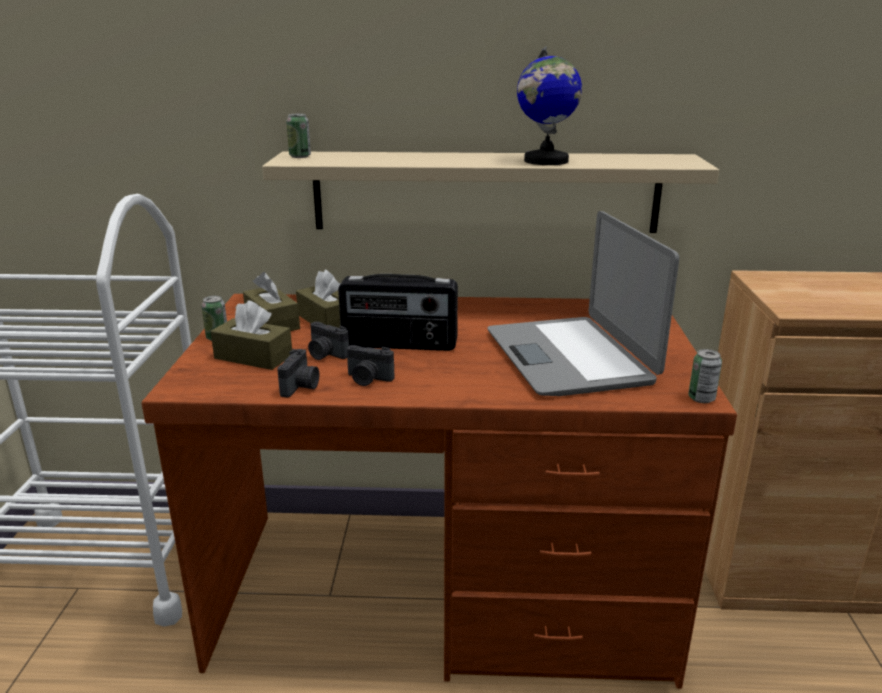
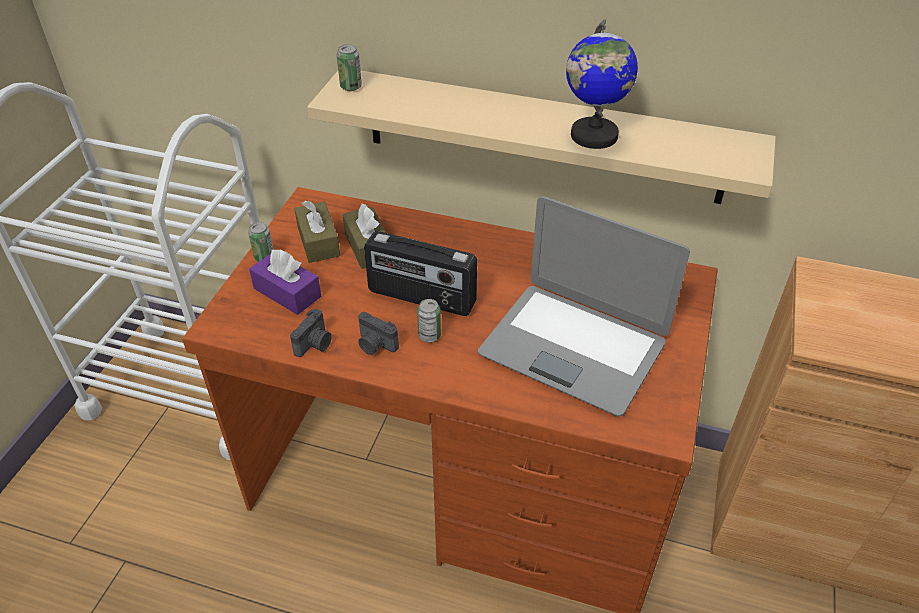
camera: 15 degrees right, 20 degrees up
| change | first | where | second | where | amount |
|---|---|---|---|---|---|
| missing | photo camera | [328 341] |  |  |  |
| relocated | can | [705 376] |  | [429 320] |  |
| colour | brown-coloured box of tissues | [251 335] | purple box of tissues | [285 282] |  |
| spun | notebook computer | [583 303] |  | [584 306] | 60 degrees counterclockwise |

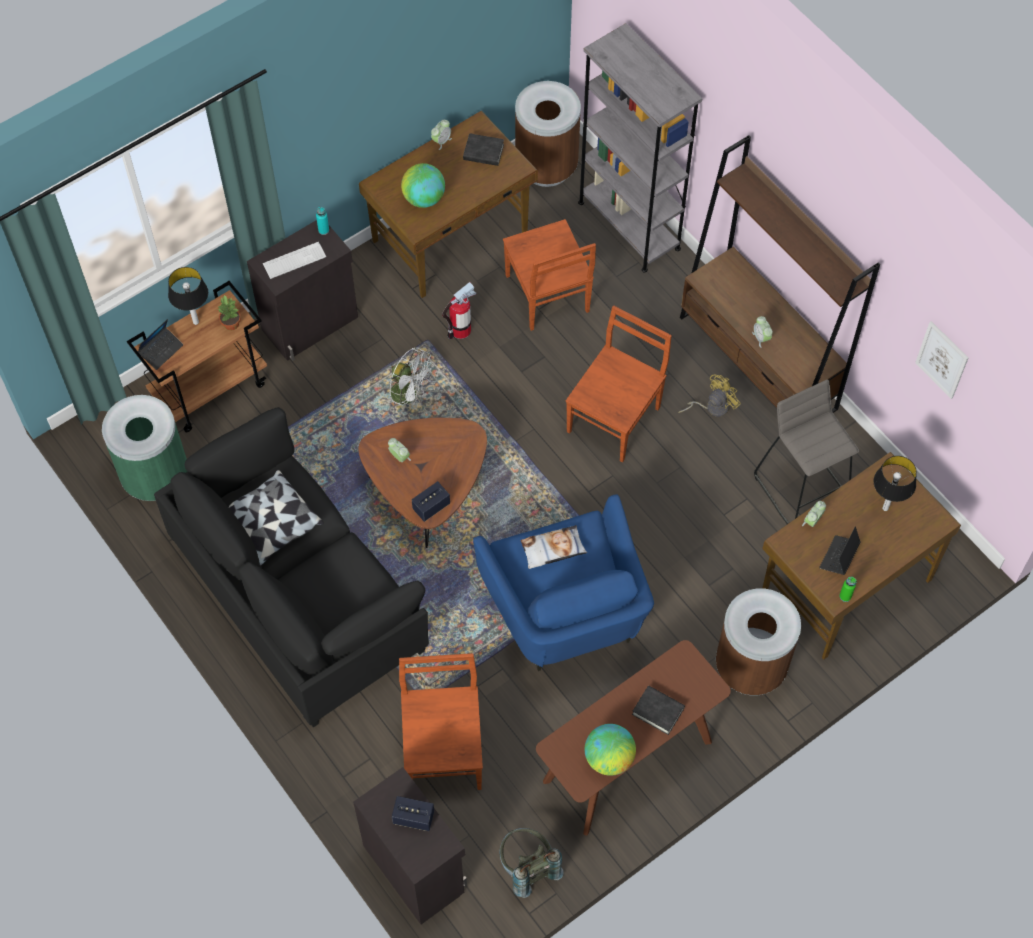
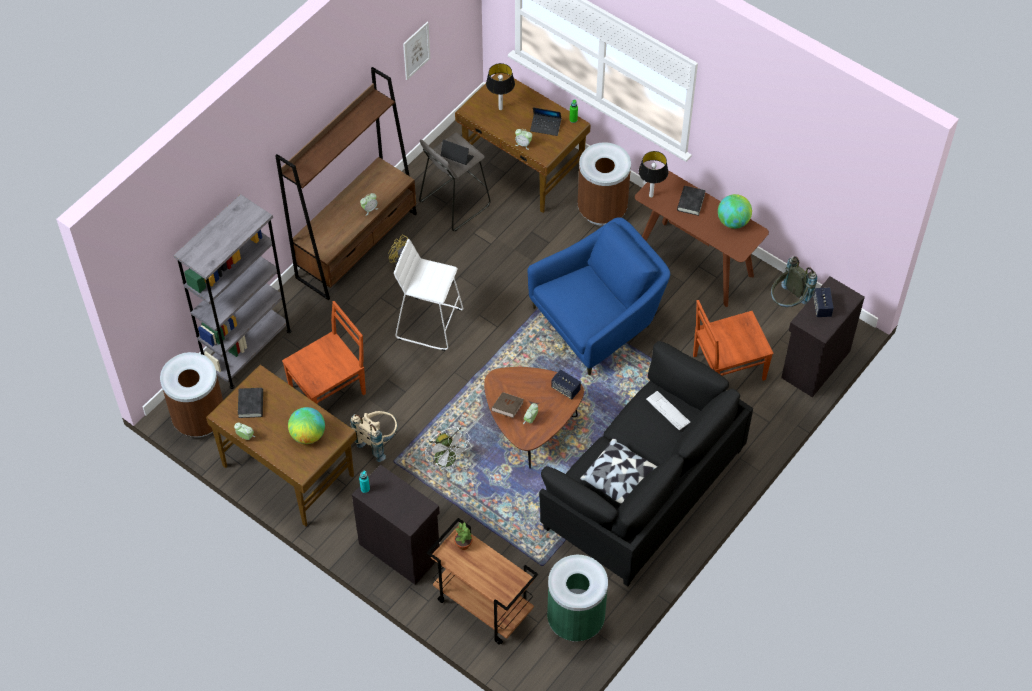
camera: 105 degrees left, 5 degrees down
| change | first | where | second | where | amount |
|---|---|---|---|---|---|
| missing | pillow | [553 547] |  |  |  |
| appeared |  |  | brown-coloured volume | [507 405] |  |
| relocated | notebook computer | [160 344] |  | [457 152] |  |
| relocated | tabletop lamp | [188 296] |  | [653 174] |  |
| relocated | computer keyboard | [294 260] |  | [668 411] |  |
| exchanged | fire-fighting cylinder | [459 310] | beige-coloured knapsack | [374 436] |  |
| exchanged | brown-coloured upright chair | [619 384] | white-coloured stool seat | [428 295] |  |
| spun | white-coloured cooling fan | [411 379] |  | [448 448] | 135 degrees clockwise |

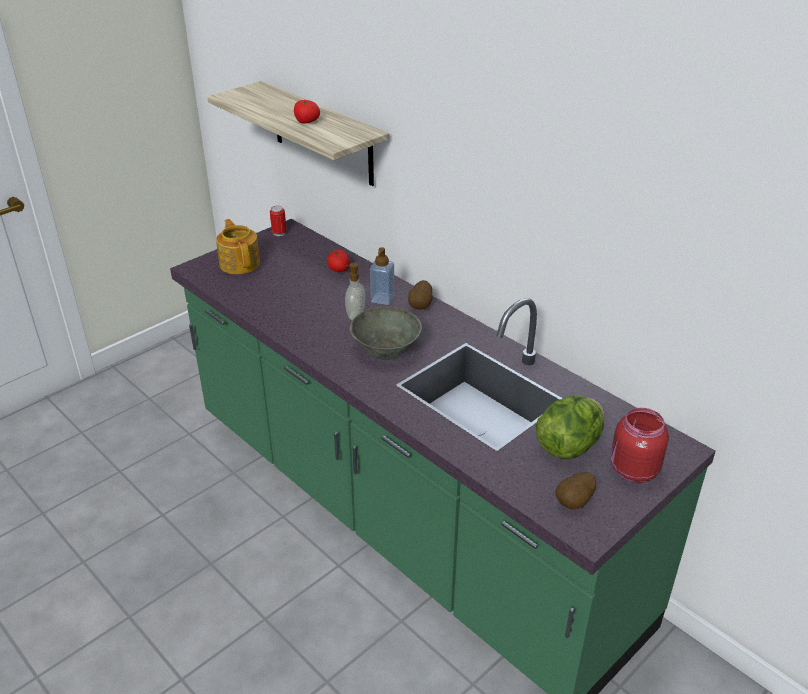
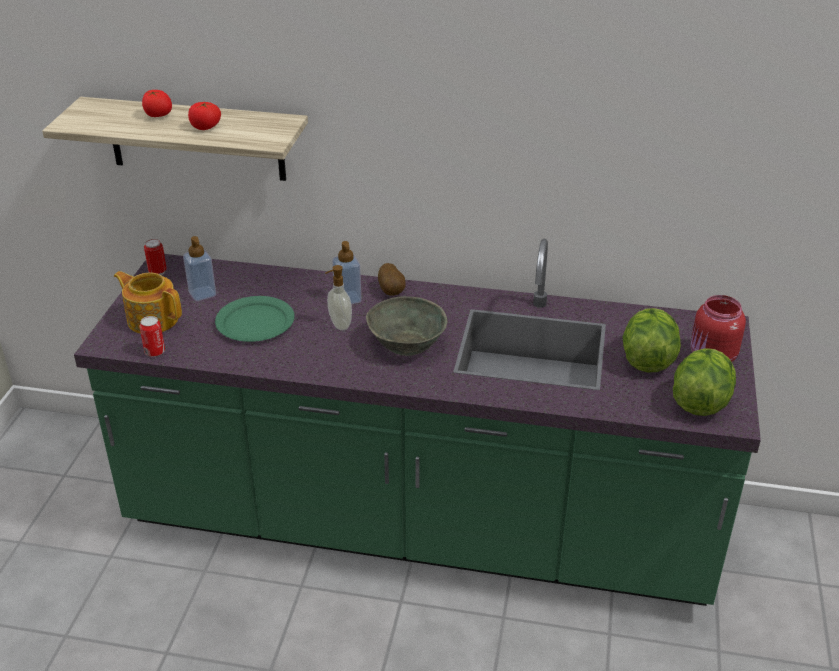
camera: 35 degrees left, 0 degrees up
| change | first | where | second | where | amount |
|---|---|---|---|---|---|
| appeared |  |  | can | [152 336] |  |
| appeared |  |  | soap bottle | [199 268] |  |
| appeared |  |  | green-coloured flat dish | [255 319] |  |
| relocated | whole tomato | [338 261] |  | [157 103] |  |
| exchanged | potato | [576 490] | head of lettuce | [704 382] |  |

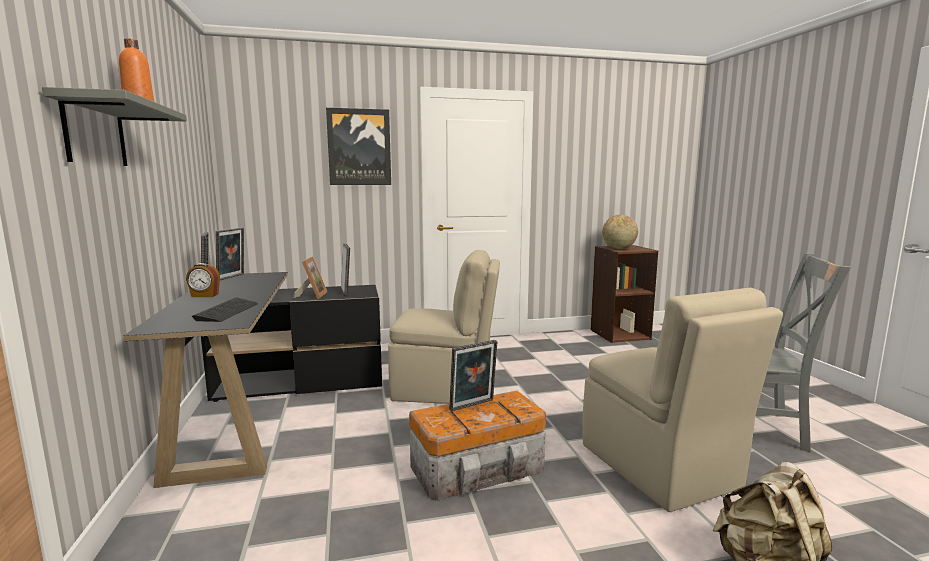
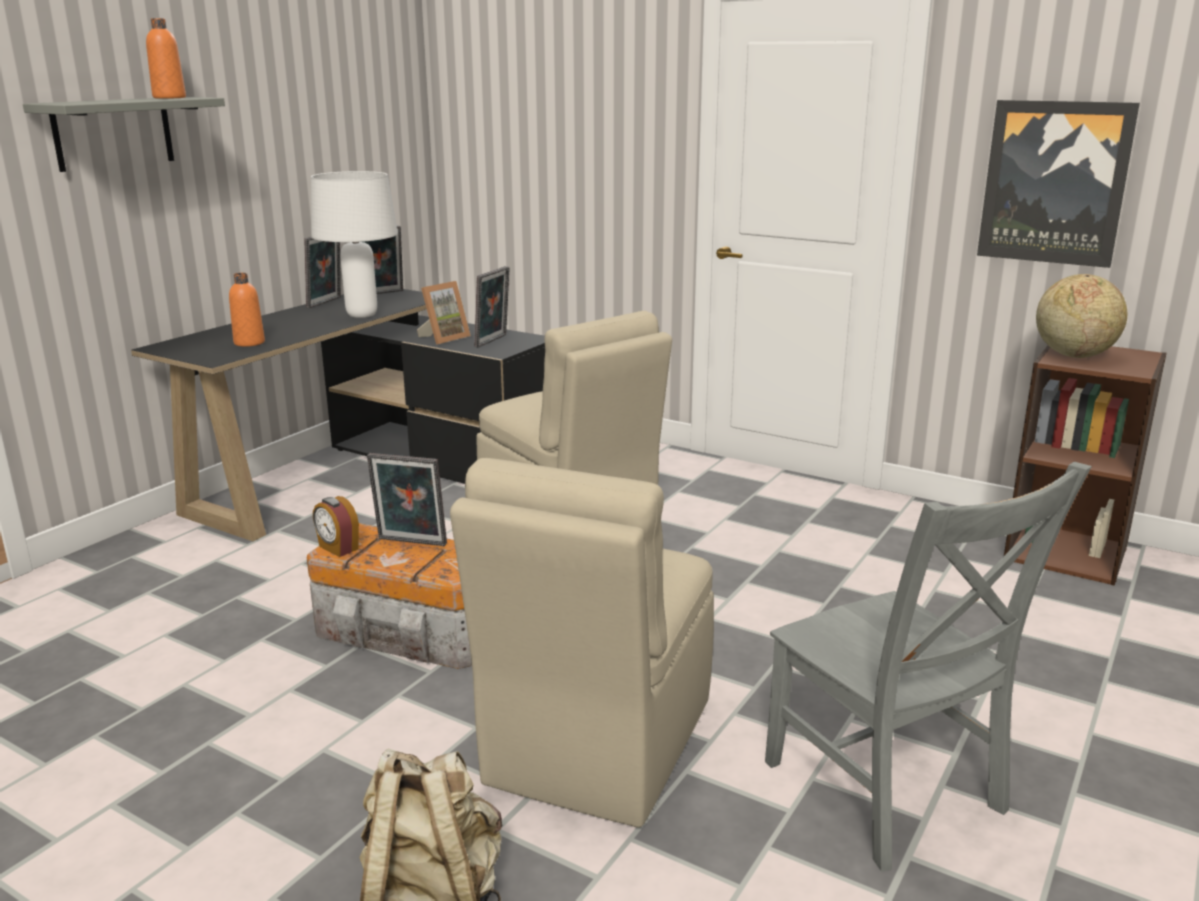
camera: 45 degrees right, 10 degrees up
| change | first | where | second | where | amount |
|---|---|---|---|---|---|
| appeared |  |  | white-coloured tabletop lamp | [354 244] |  |
| relocated | table clock | [203 280] |  | [336 526] |  |
| relocated | wall art | [358 146] |  | [1058 184] |  |
| exchanged | computer keyboard | [225 309] | orange-coloured beverage bottle | [247 310] |  |

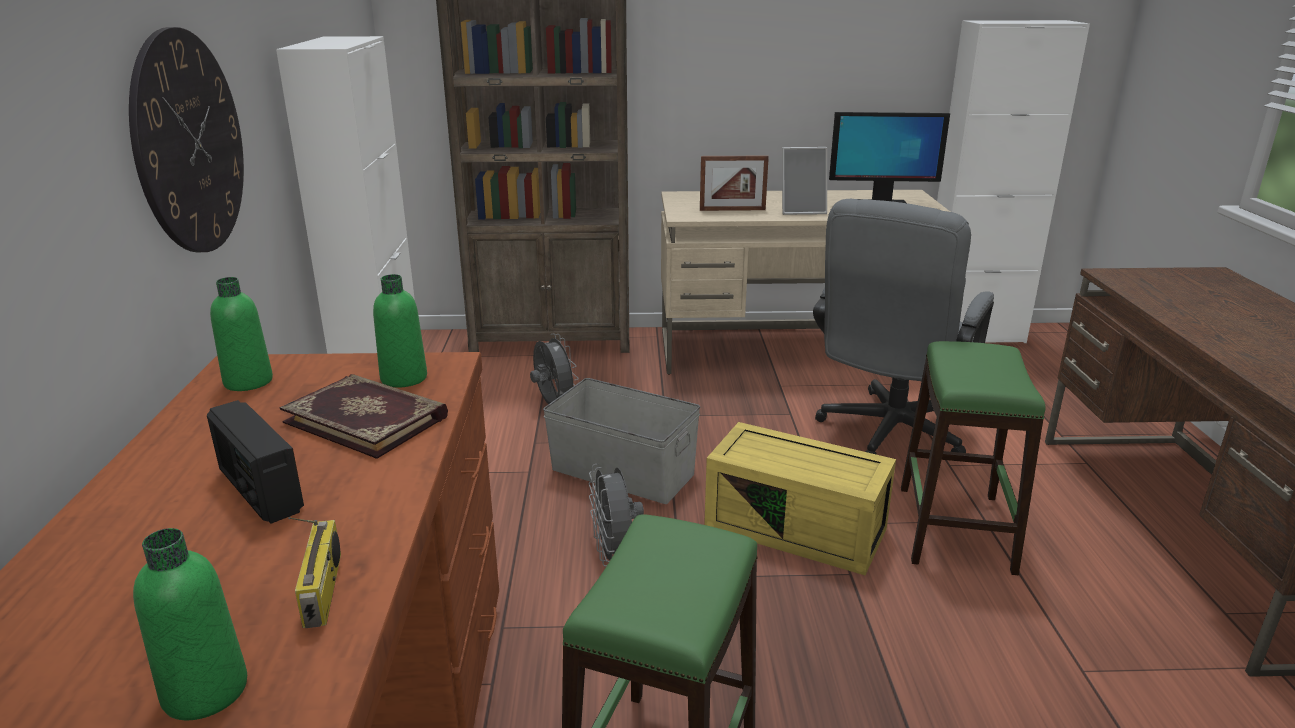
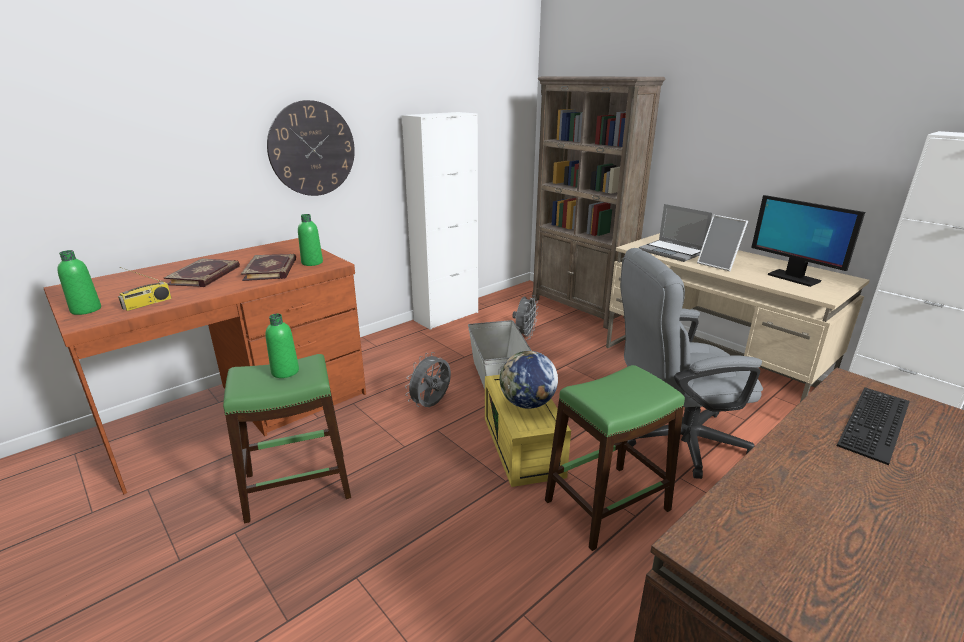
camera: 50 degrees right, 0 degrees up
| change | first | where | second | where | amount |
|---|---|---|---|---|---|
| appeared |  |  | world globe | [528 380] |  |
| appeared |  |  | computer keyboard | [873 426] |  |
| relocated | green-coloured beverage bottle | [241 334] |  | [282 346] |  |
| exchanged | radio set | [255 462] | volume | [202 272] |  |
| exchanged | standing frame | [734 183] | notebook computer | [675 233] |  |

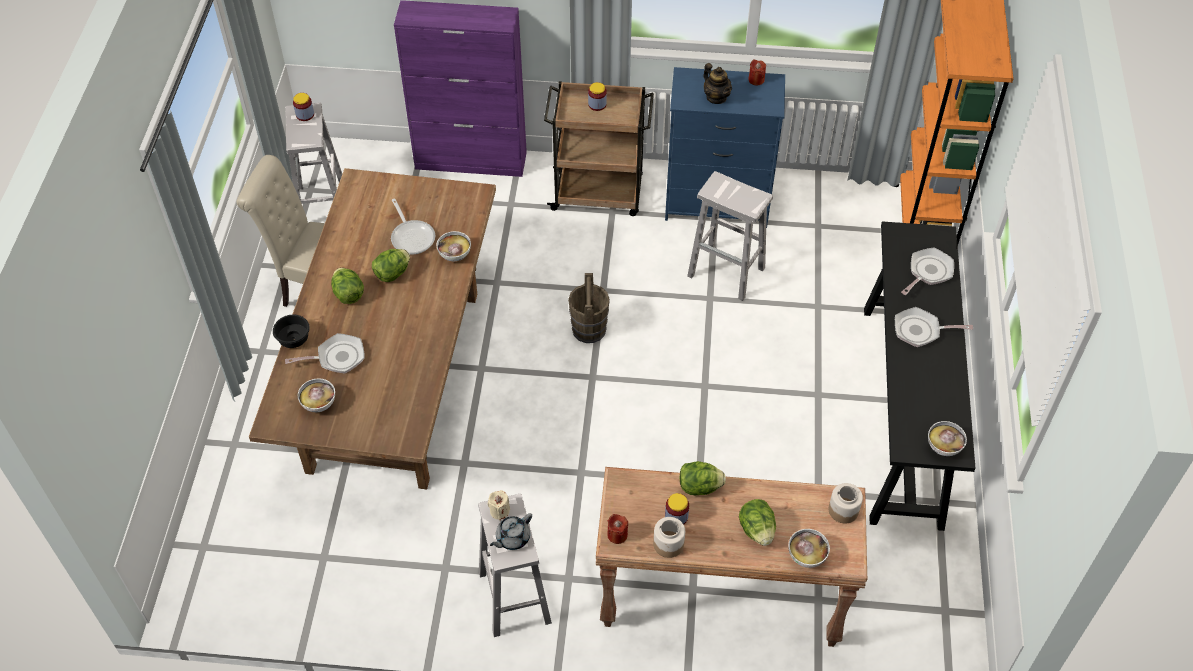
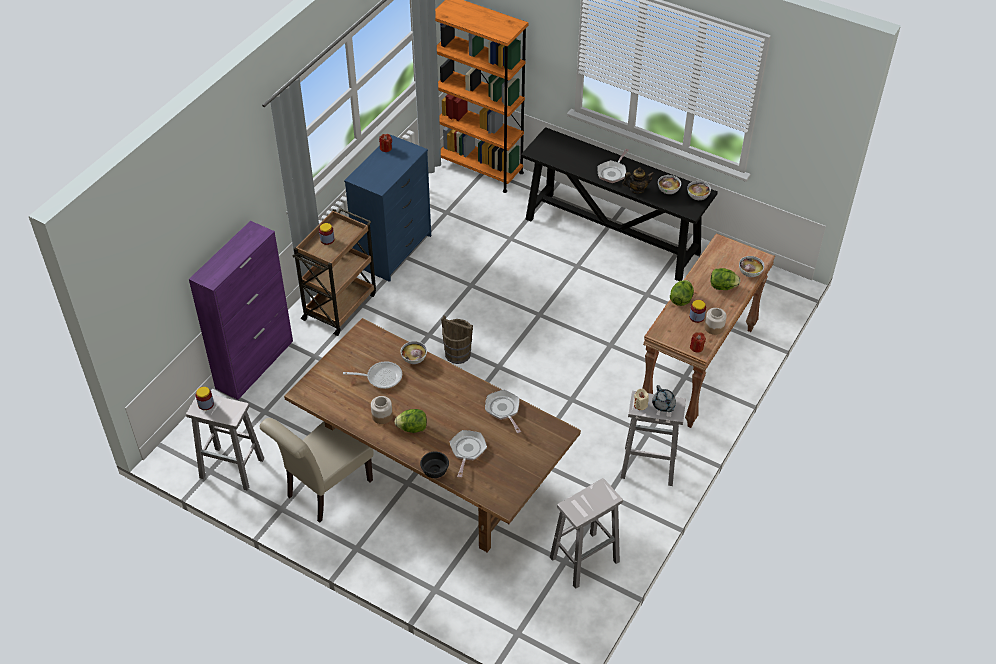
camera: 65 degrees left, 5 degrees down
| change | first | where | second | where | amount |
|---|---|---|---|---|---|
| missing | head of lettuce | [391 265] |  |  |  |
| relocated | serving bowl | [316 395] |  | [669 184] |  |
| relocated | white-coloured stool seat | [730 236] |  | [586 533] |  |
| relocated | tea pot | [717 83] |  | [638 180] |  |
| relocated | jar | [846 503] |  | [382 410] |  |
| relocated | pan | [927 271] |  | [503 411] |  |

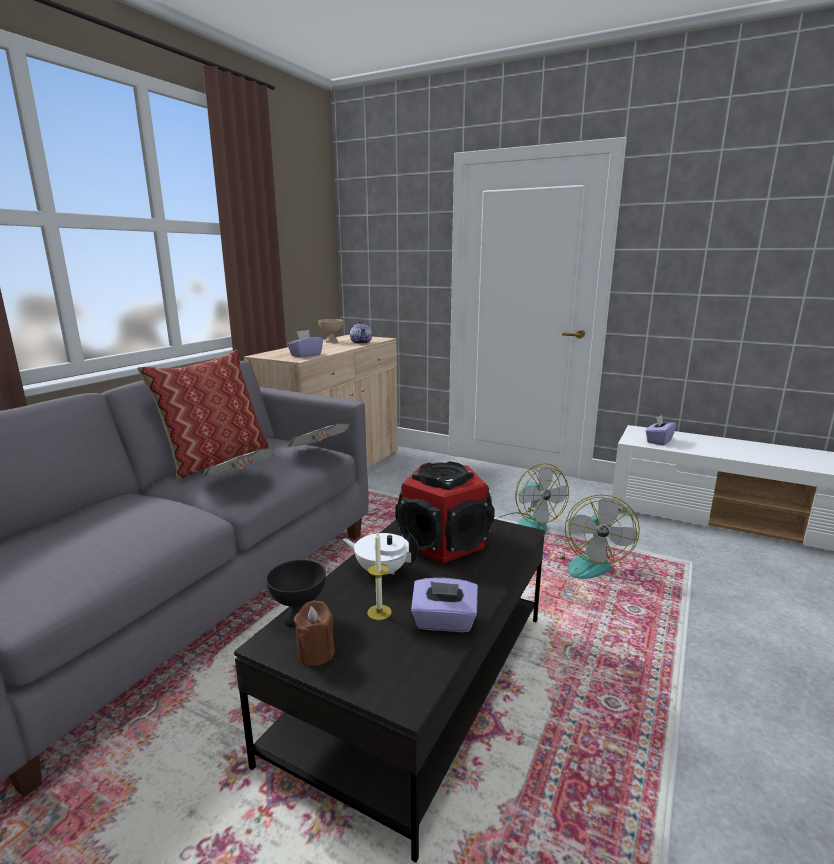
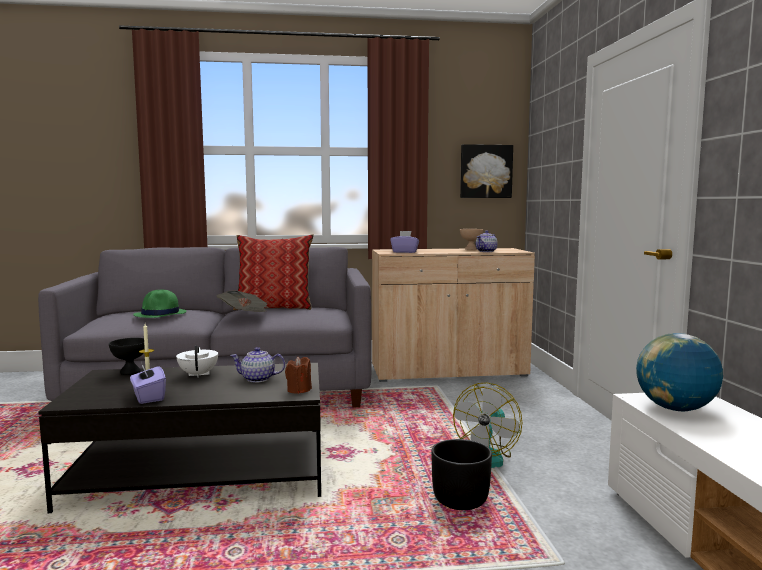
camera: 55 degrees right, 10 degrees down
| change | first | where | second | where | amount |
|---|---|---|---|---|---|
| missing | newspaper | [318 435] |  |  |  |
| appeared |  |  | green-coloured hat | [159 304] |  |
| appeared |  |  | wall art | [486 171] |  |
| relocated | brown-coloured wax candle | [314 633] |  | [298 375] |  |
| exchanged | speaker | [444 512] | tea pot | [257 365] |  |
| exchanged | cooling fan | [599 537] | blackish flower pot | [461 474] |  |
| exchanged | purple box of tissues | [660 430] | world globe | [679 372] |  |

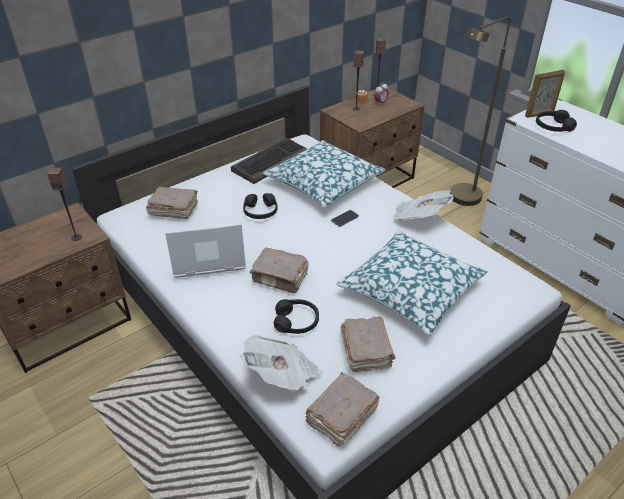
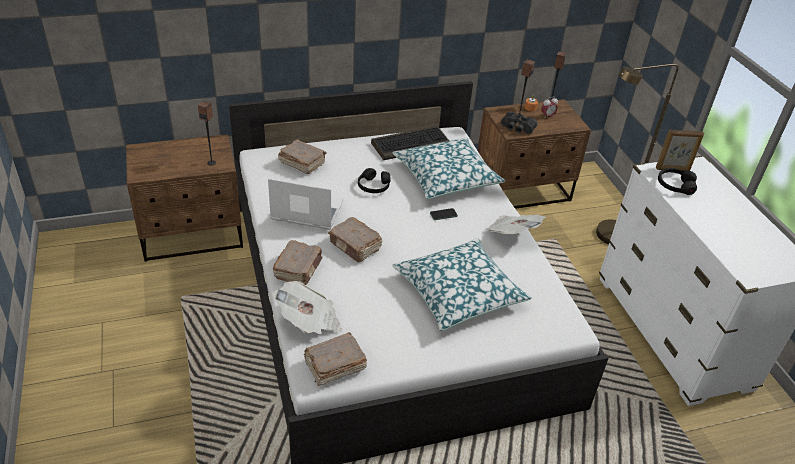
camera: 20 degrees right, 0 degrees up
| change | first | where | second | where | amount |
|---|---|---|---|---|---|
| missing | blackish headset | [296 316] |  |  |  |
| appeared |  |  | blackish field glasses | [519 123] |  |
| relocated | brown-coloured volume | [368 344] |  | [297 262] |  |

